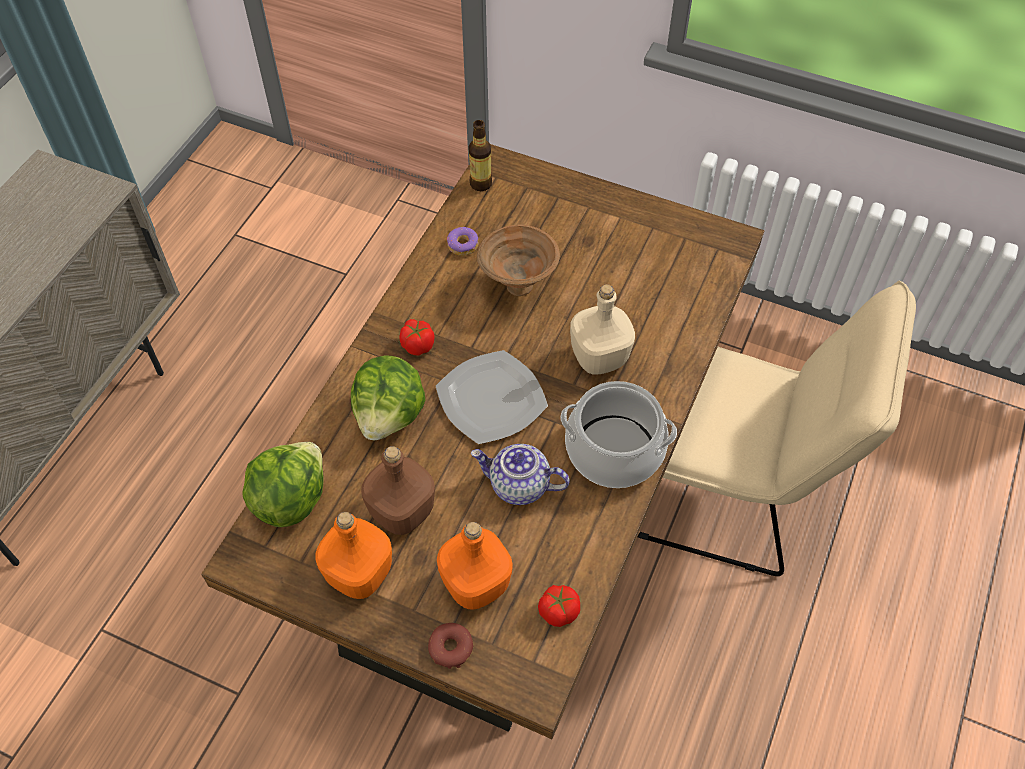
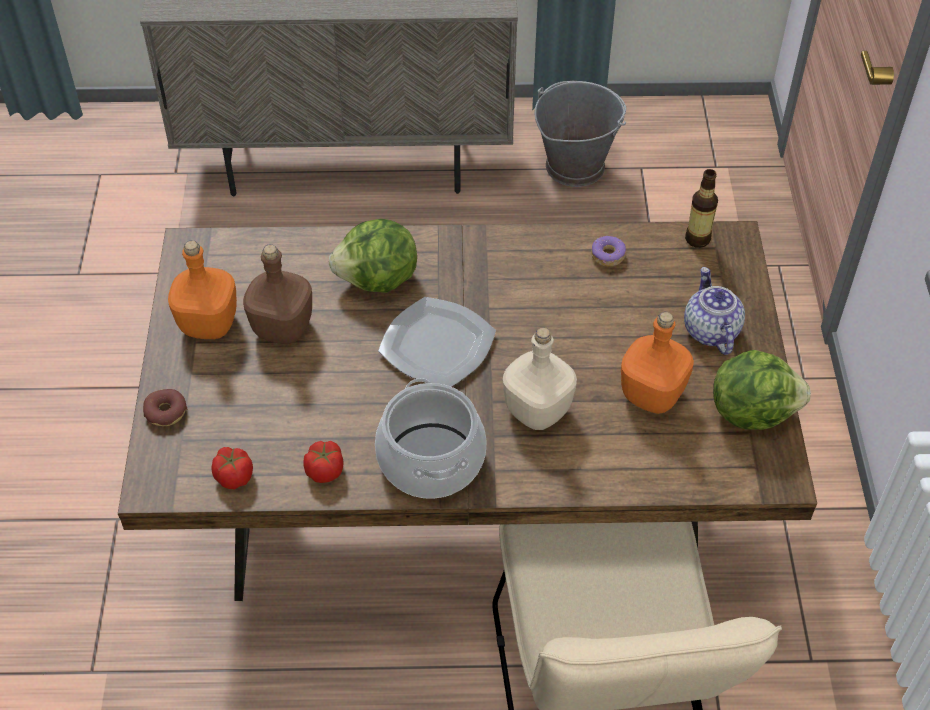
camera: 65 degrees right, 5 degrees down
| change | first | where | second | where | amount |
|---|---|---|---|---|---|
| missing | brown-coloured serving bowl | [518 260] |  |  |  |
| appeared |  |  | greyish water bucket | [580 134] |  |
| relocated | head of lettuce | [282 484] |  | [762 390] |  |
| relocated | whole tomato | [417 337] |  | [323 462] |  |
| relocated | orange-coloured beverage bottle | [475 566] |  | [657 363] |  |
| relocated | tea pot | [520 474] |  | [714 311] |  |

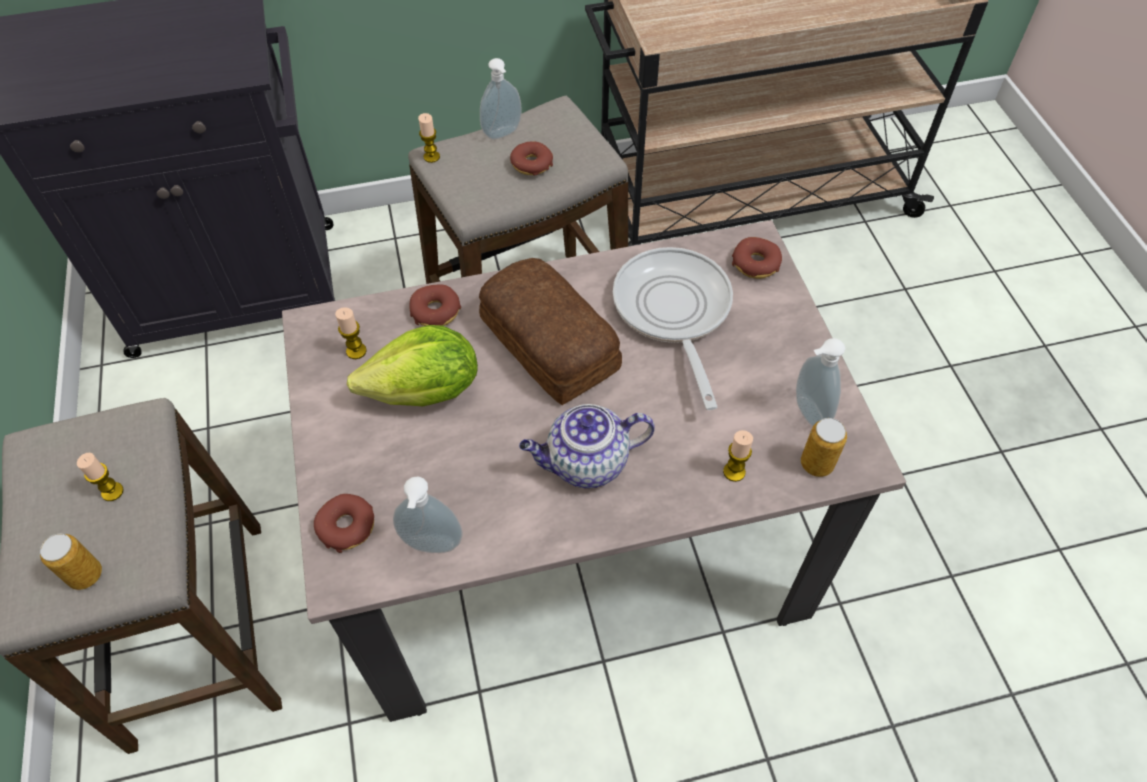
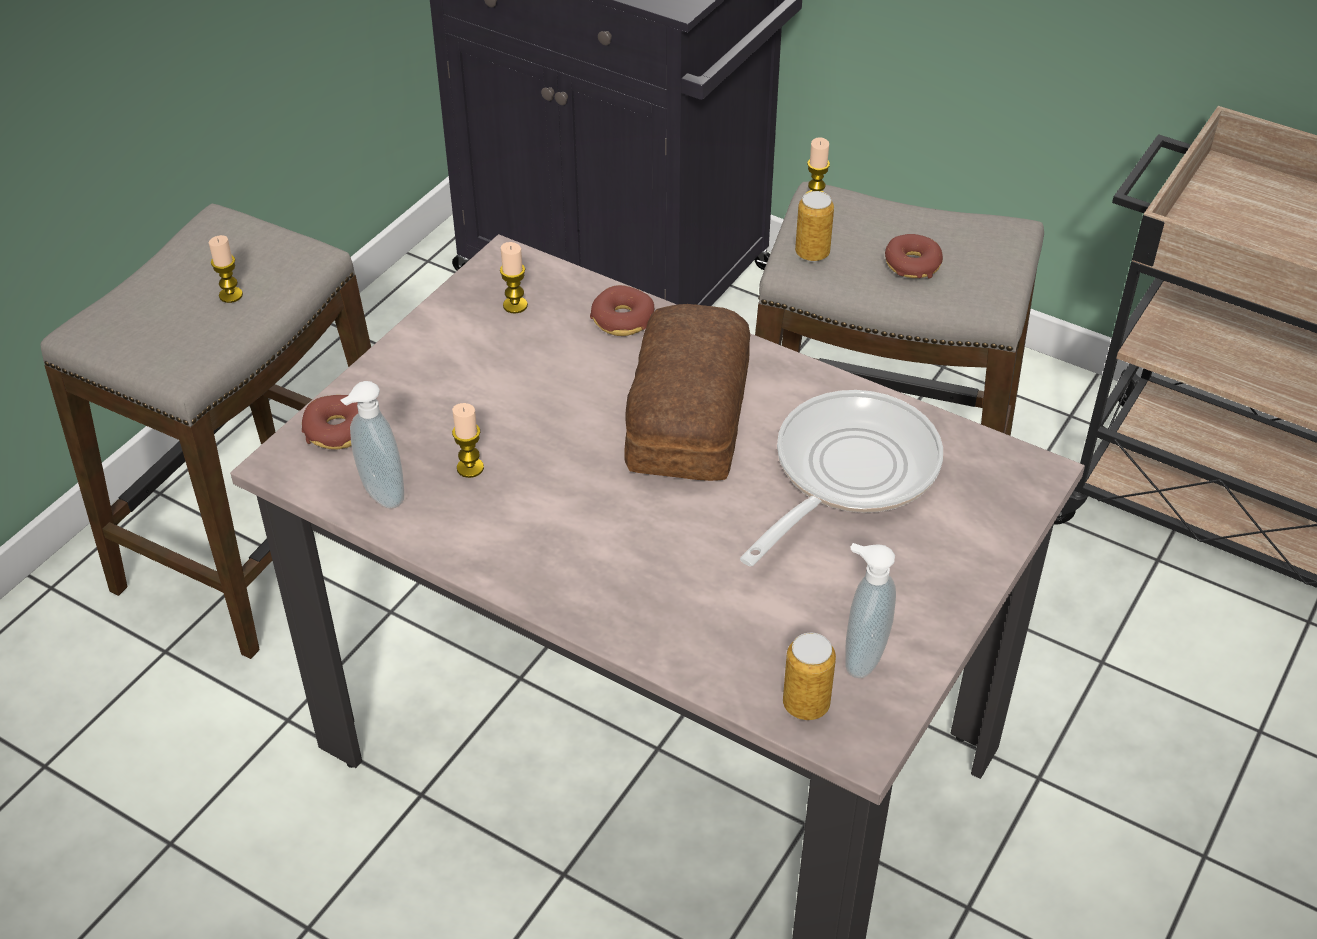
camera: 45 degrees right, 10 degrees down
| change | first | where | second | where | amount |
|---|---|---|---|---|---|
| missing | head of lettuce | [412 365] |  |  |  |
| missing | soap bottle | [501 99] |  |  |  |
| missing | tea pot | [587 446] |  |  |  |
| missing | donut | [757 258] |  |  |  |
| relocated | can | [71 562] |  | [814 226] |  |
| relocated | wax candle | [738 456] |  | [468 440] |  |

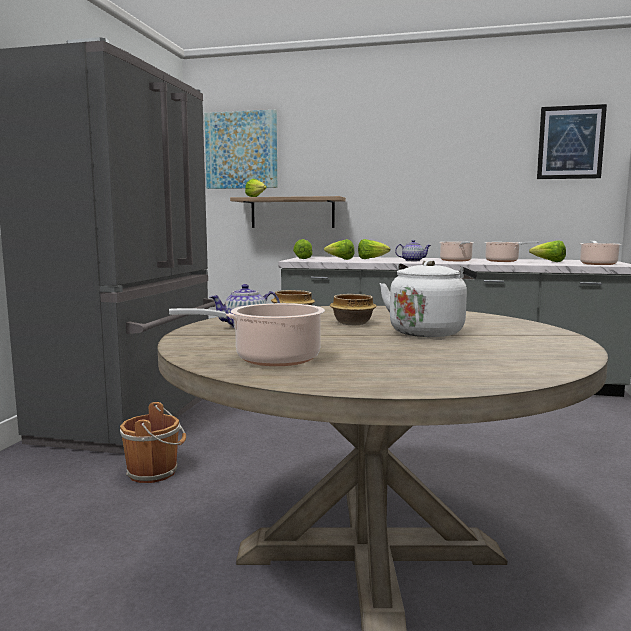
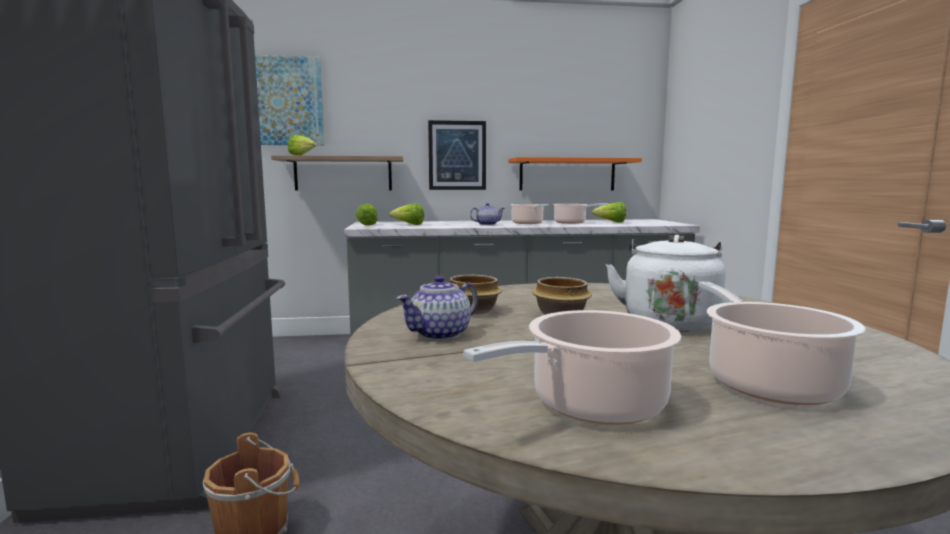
camera: 20 degrees left, 0 degrees up
| change | first | where | second | where | amount |
|---|---|---|---|---|---|
| missing | head of lettuce | [374 249] |  |  |  |
| appeared |  |  | orange-coloured wall shelf | [575 174] |  |
| relocated | wall art | [572 141] |  | [457 155] |  |
| relocated | cooking pot | [601 253] |  | [782 343] |  |

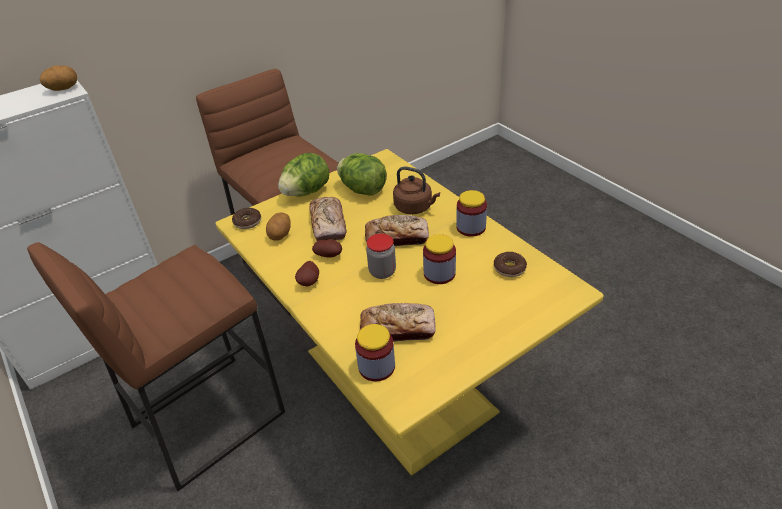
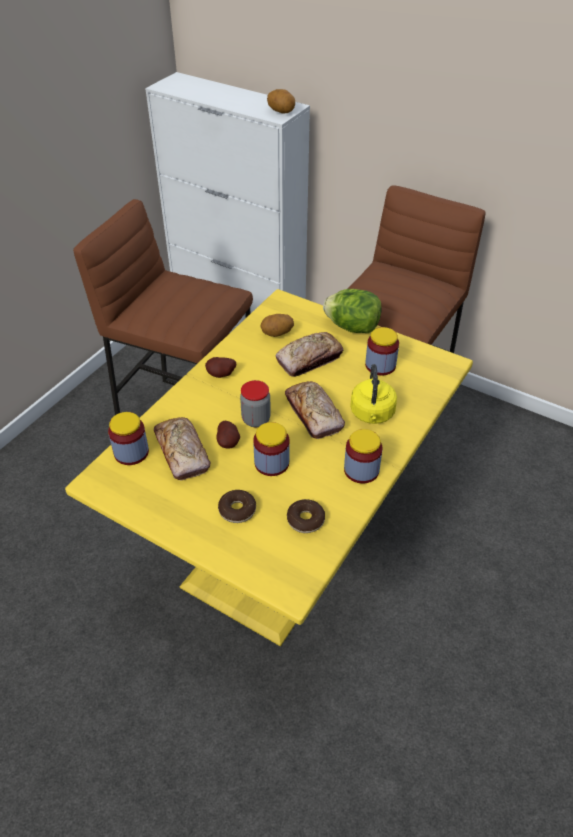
camera: 65 degrees right, 5 degrees up
| change | first | where | second | where | amount |
|---|---|---|---|---|---|
| relocated | donut | [246 218] |  | [237 506] |  |
| relocated | potato | [327 248] |  | [228 435] |  |
| exchanged | head of lettuce | [362 174] | jar | [382 351] |  |
| colour | brown-coloured water kettle | [416 191] | yellow water kettle | [373 394] |  |

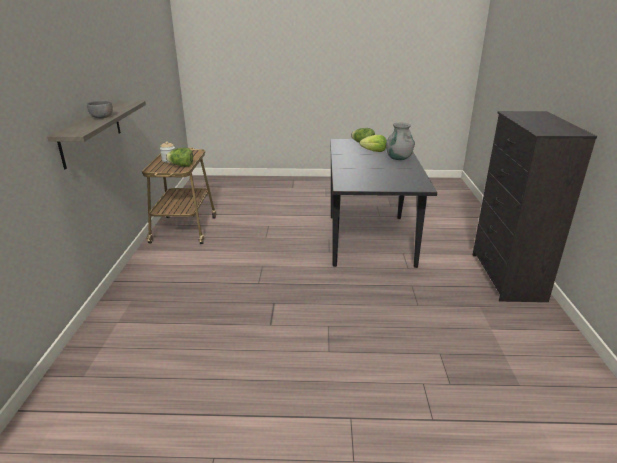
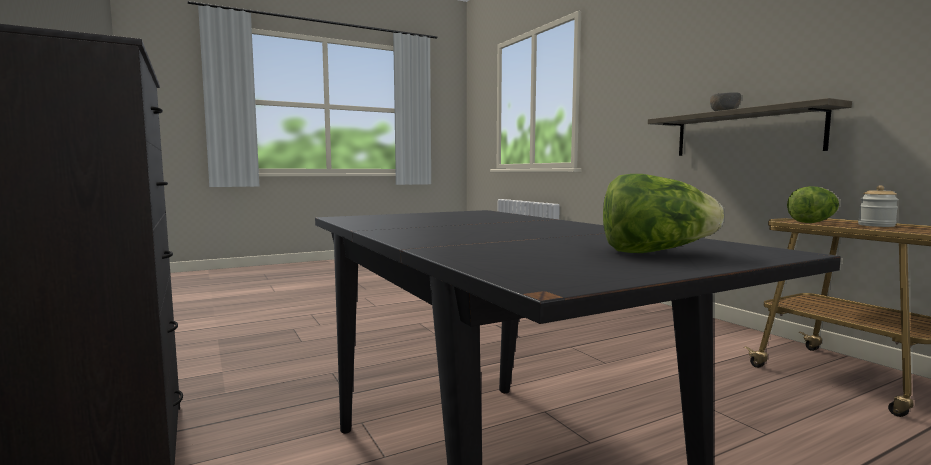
camera: 150 degrees right, 20 degrees down
| change | first | where | second | where | amount |
|---|---|---|---|---|---|
| missing | head of lettuce | [373 143] |  |  |  |
| missing | greyish vase | [400 141] |  |  |  |

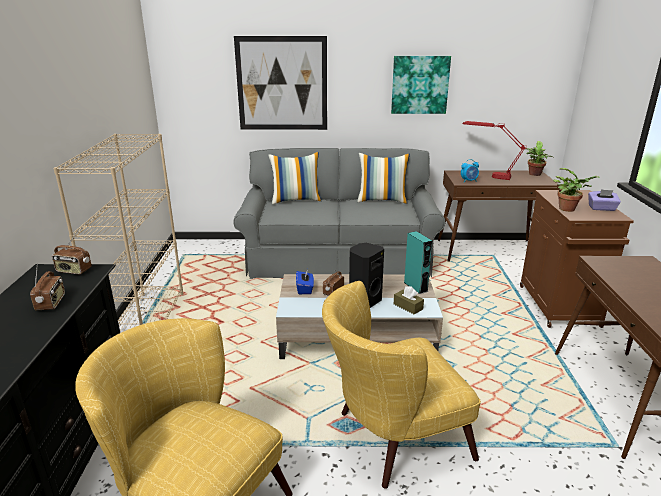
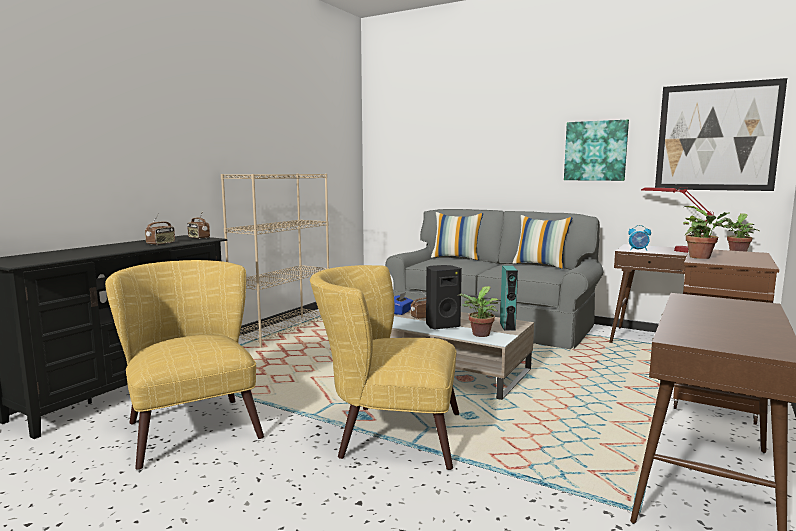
camera: 30 degrees right, 15 degrees down
| change | first | where | second | where | amount |
|---|---|---|---|---|---|
| missing | purple box of tissues | [604 200] |  |  |  |
| relocated | wall art | [280 83] |  | [721 134] |  |
| exchanged | brown-coloured box of tissues | [409 300] | potted plant | [478 311] |  |

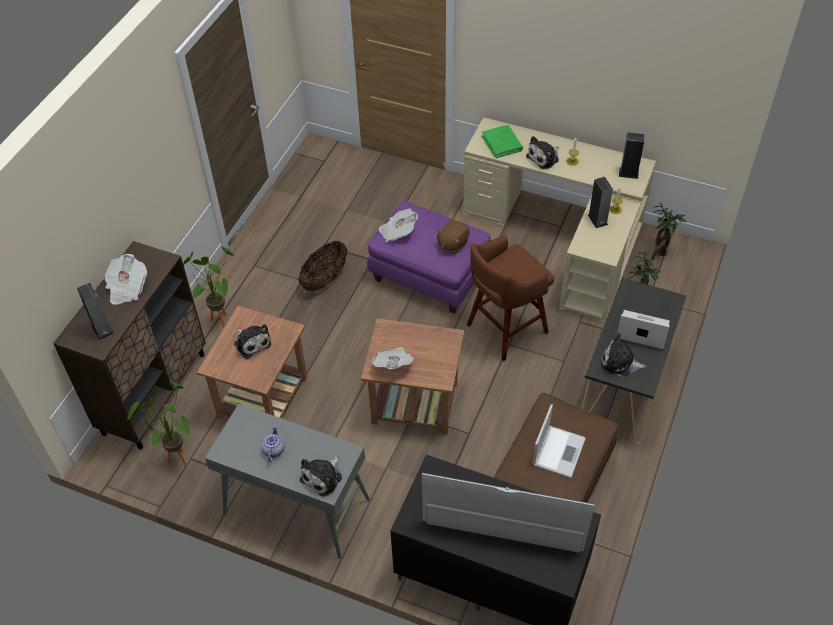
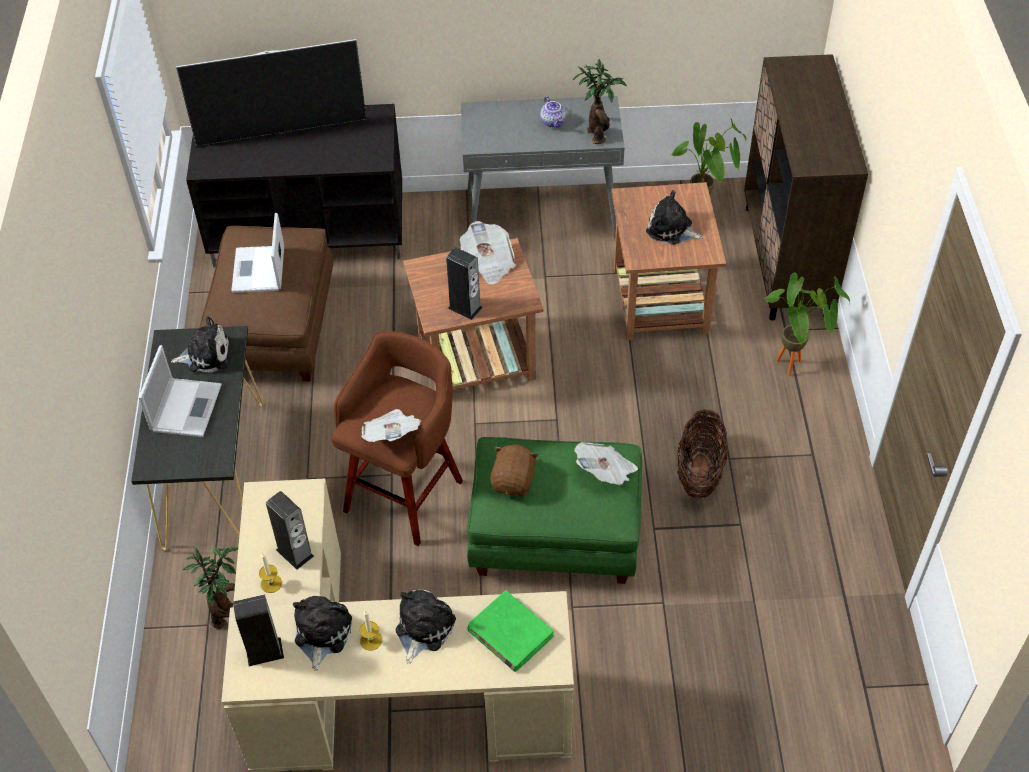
camera: 155 degrees right, 0 degrees up
| change | first | where | second | where | amount |
|---|---|---|---|---|---|
| relocated | speaker | [95 312] |  | [464 283] |  |
| relocated | newspaper | [125 279] |  | [391 425] |  |
| relocated | cuddly toy | [321 476] |  | [322 633] |  |
| relocated | potted plant | [669 231] |  | [600 101] |  |
| colour | purple pouffe | [429 257] | green-coloured pouffe | [554 510] |  |
| spun | notebook computer | [643 329] |  | [180 391] | 75 degrees counterclockwise |

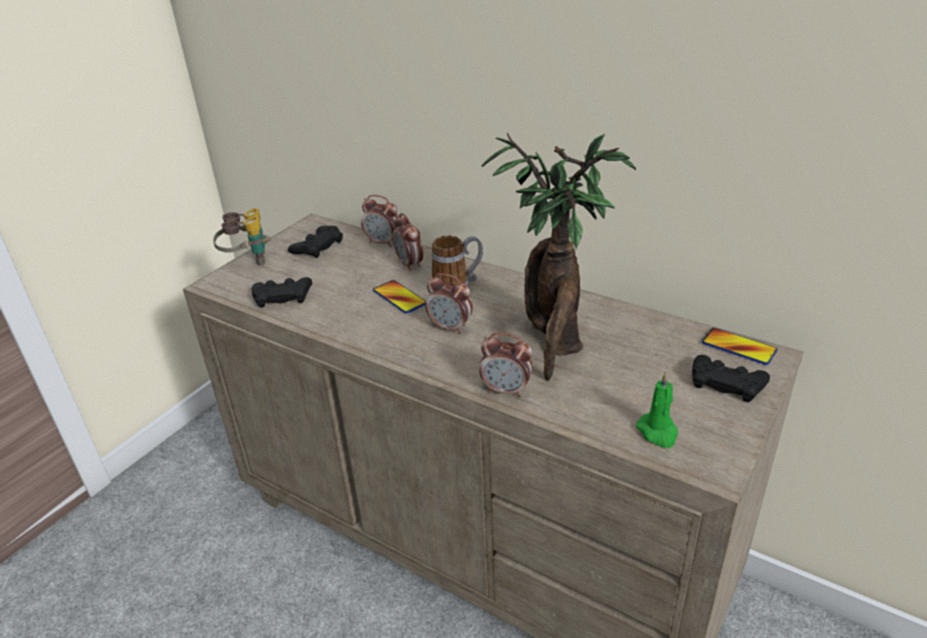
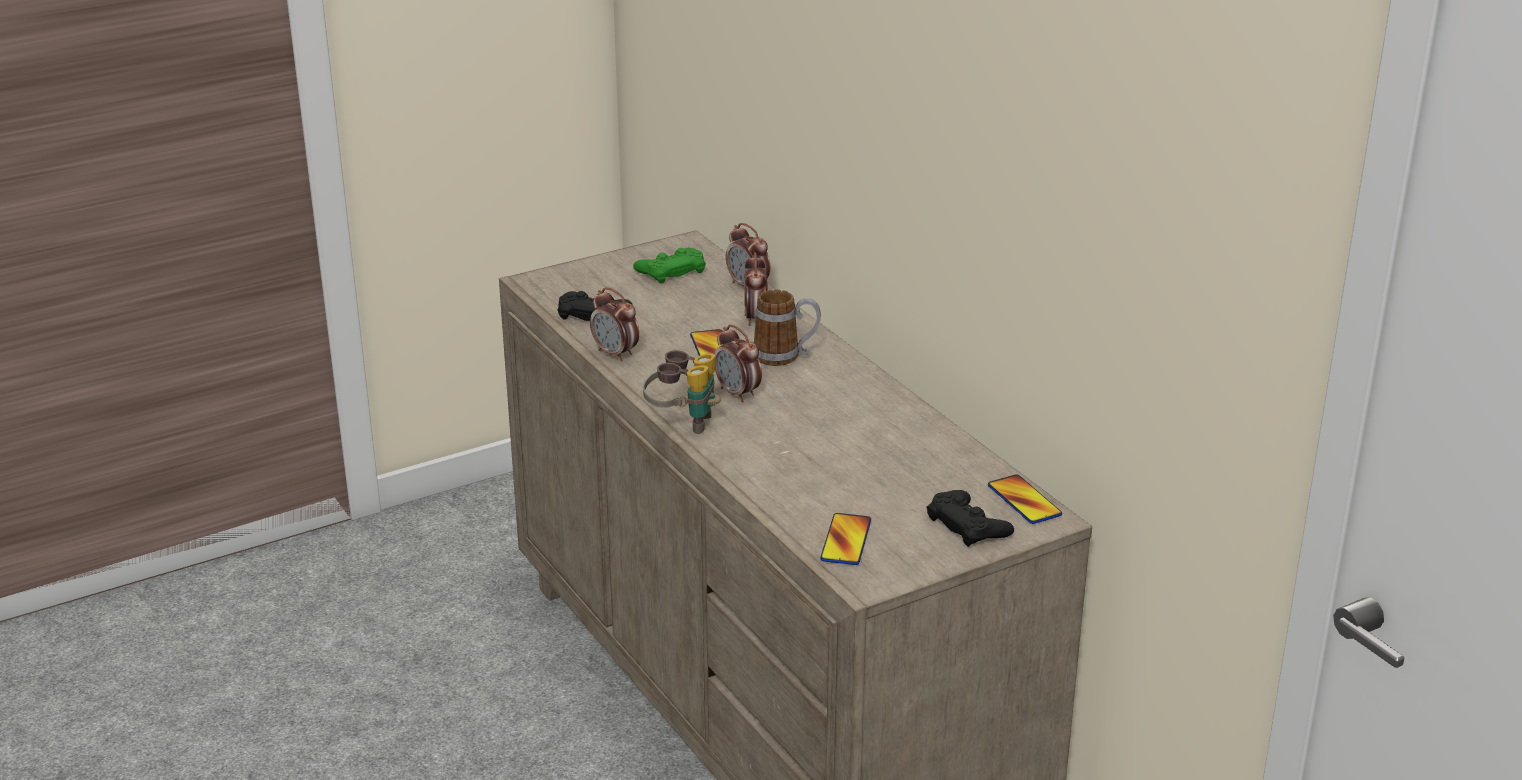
camera: 25 degrees right, 5 degrees down
| change | first | where | second | where | amount |
|---|---|---|---|---|---|
| missing | potted plant | [559 256] |  |  |  |
| relocated | field glasses | [242 236] |  | [682 392] |  |
| relocated | table clock | [505 365] |  | [614 324] |  |
| exchanged | green-coloured wax candle | [657 410] | telephone | [845 539] |  |
| colour | blackish joypad | [315 241] | green-coloured joypad | [669 266] |  |

